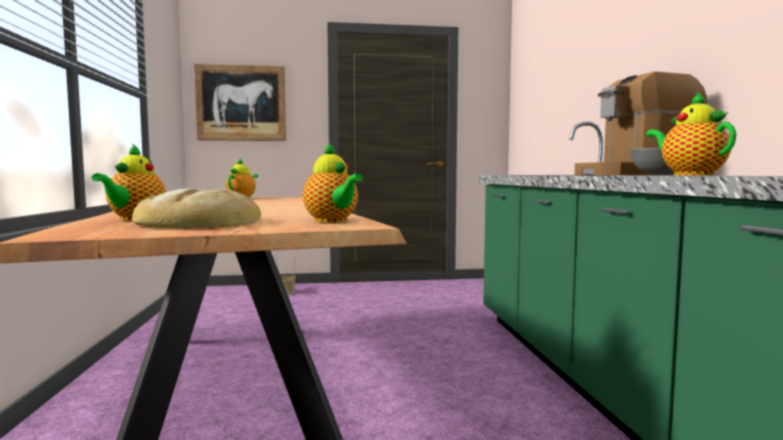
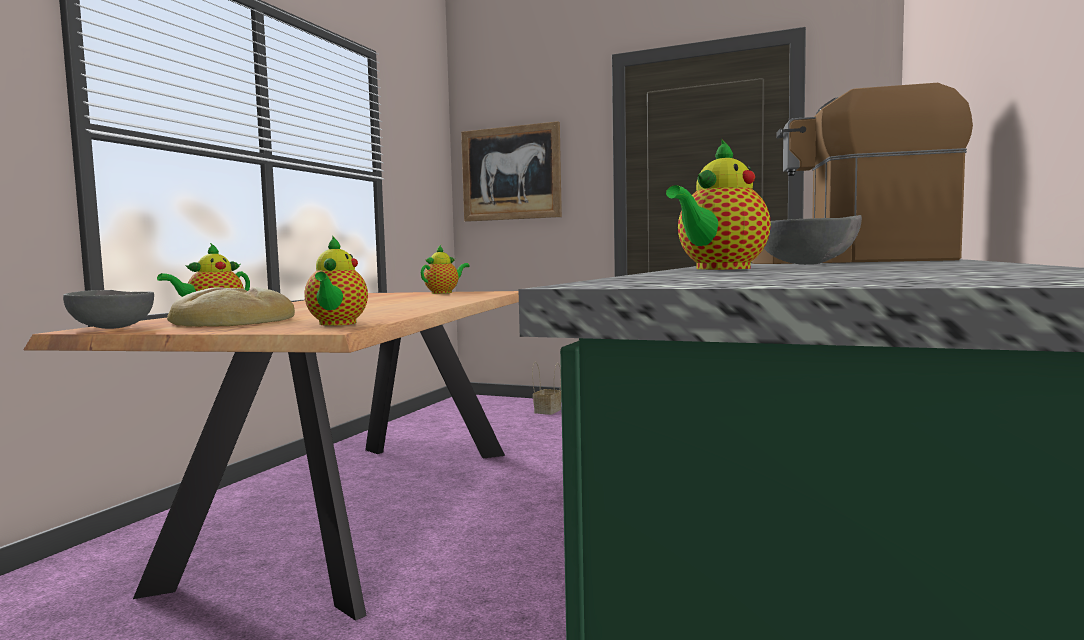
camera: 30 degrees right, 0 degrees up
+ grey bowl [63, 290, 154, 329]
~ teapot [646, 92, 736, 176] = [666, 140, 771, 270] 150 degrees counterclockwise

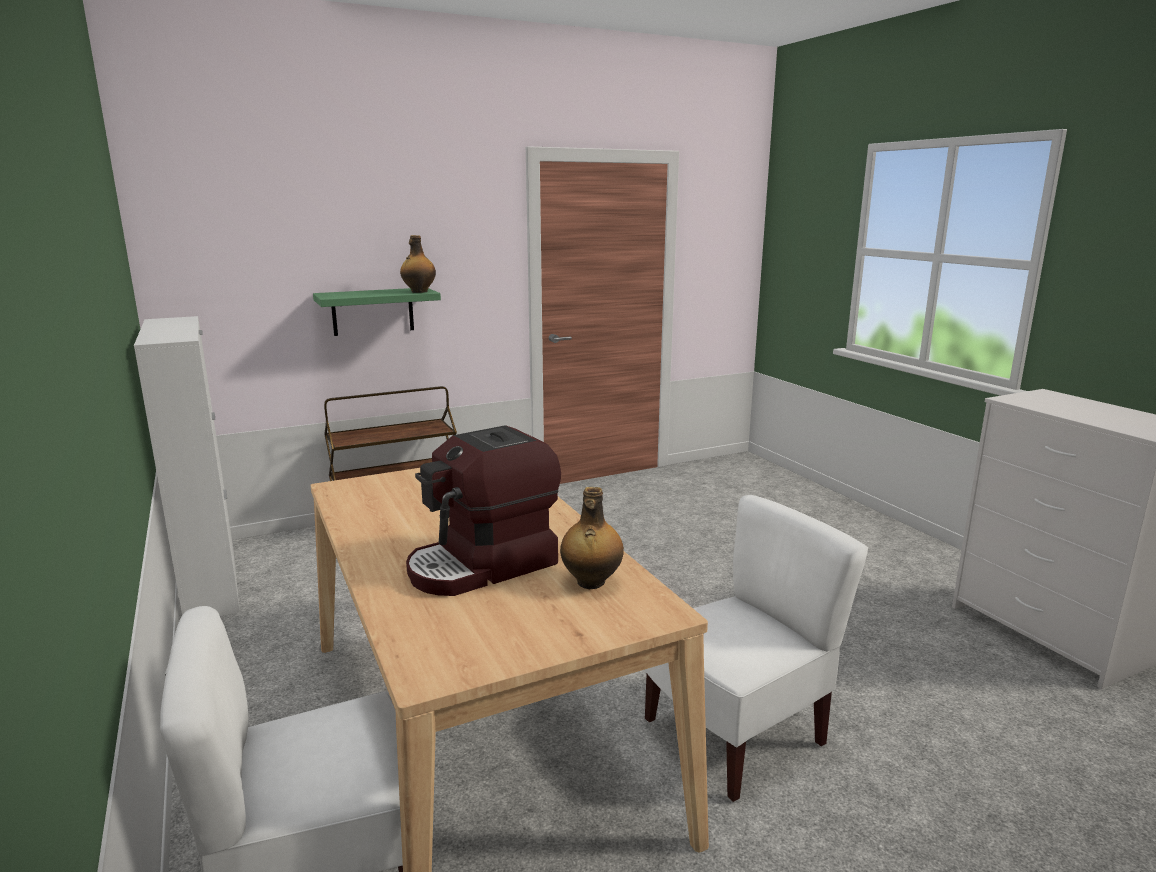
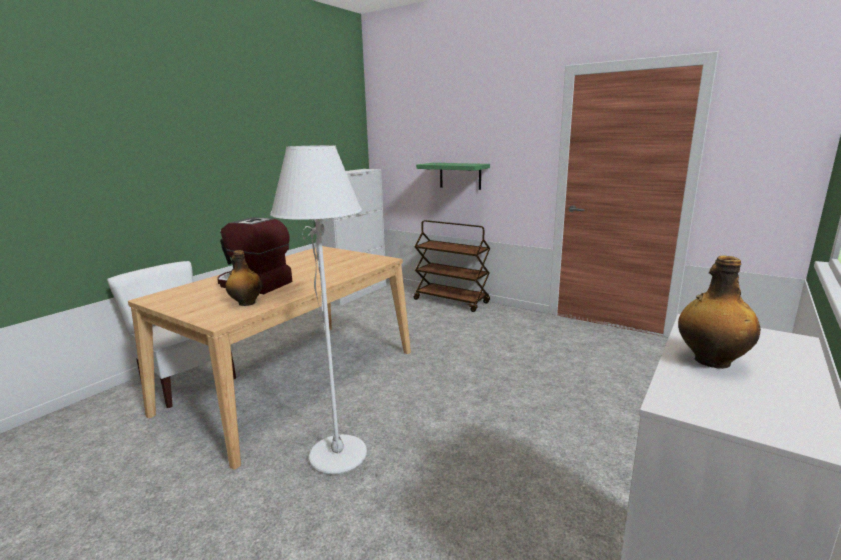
camera: 60 degrees right, 0 degrees up
~ bottle [400, 235, 436, 293] to [678, 255, 761, 369]
~ white chair [645, 495, 868, 802] to white floor lamp [270, 145, 367, 475]

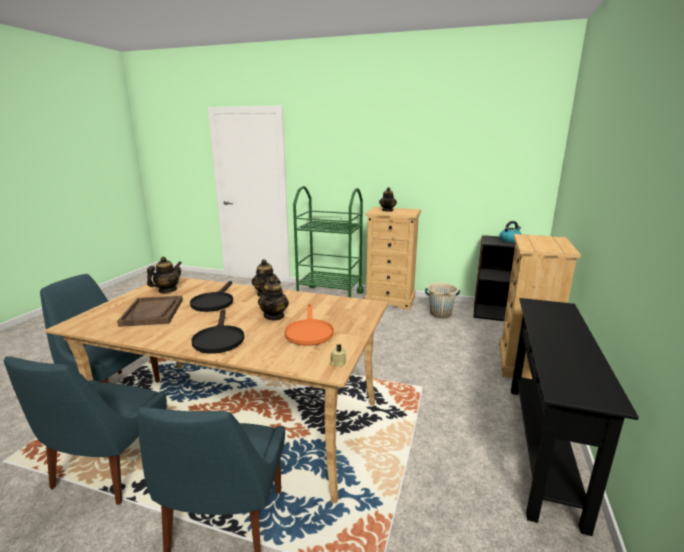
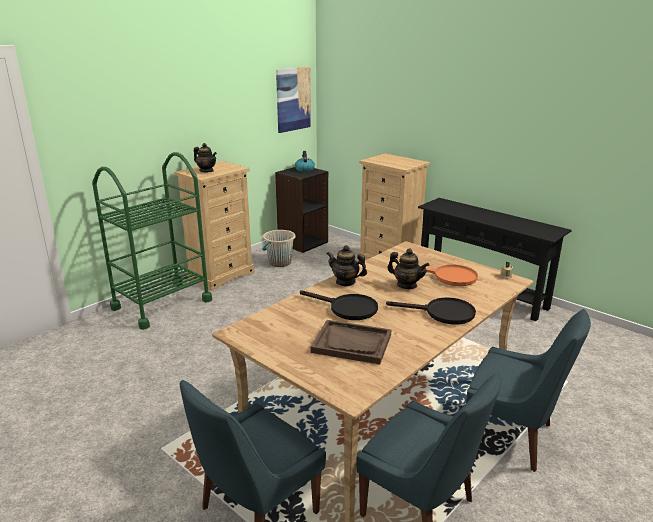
camera: 65 degrees left, 5 degrees up
- teapot [147, 256, 182, 293]
+ picture [276, 66, 311, 133]

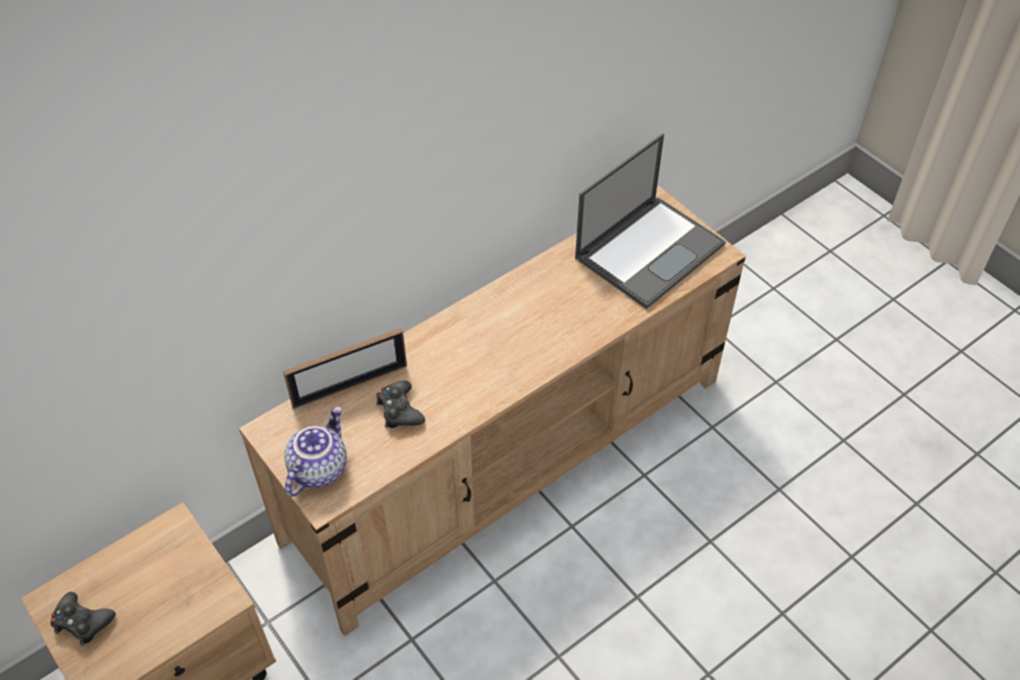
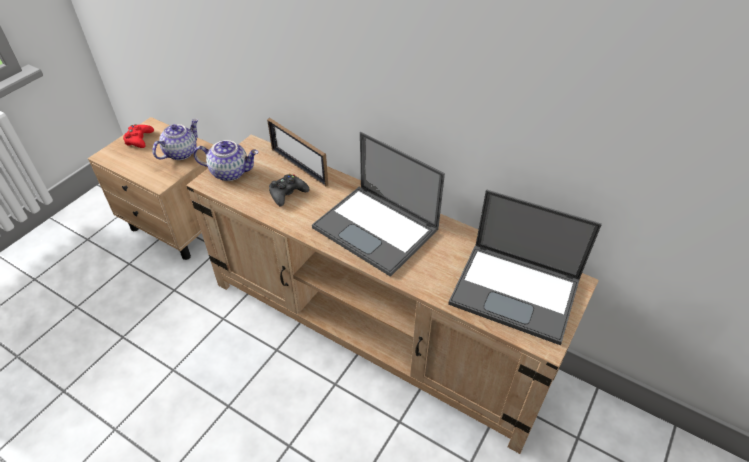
camera: 70 degrees right, 5 degrees down
+ teapot [152, 119, 198, 160]
+ laptop [312, 132, 445, 277]
~ black game controller [50, 592, 116, 646] to red game controller [123, 124, 154, 148]

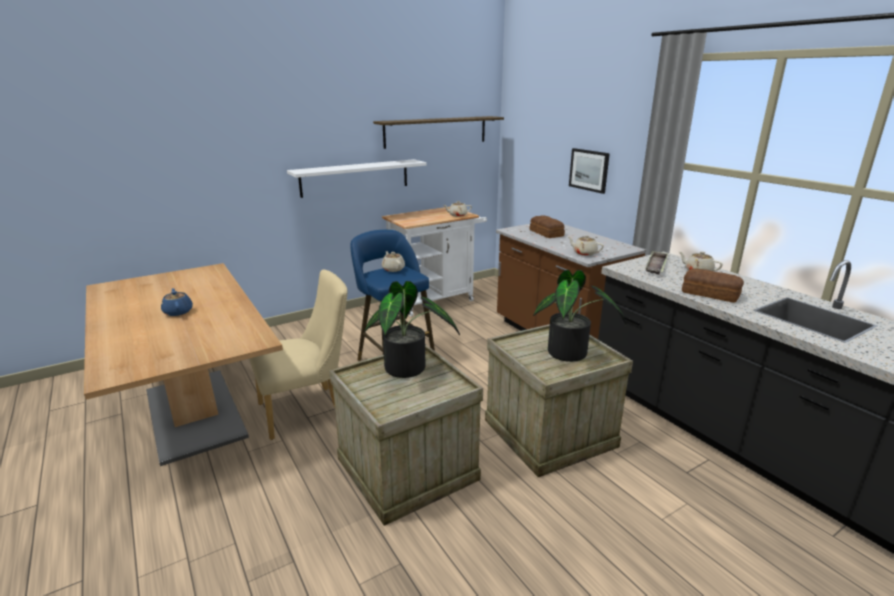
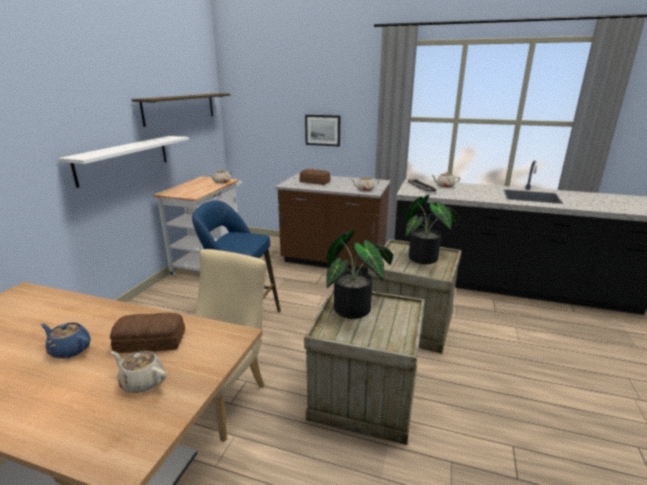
camera: 40 degrees left, 0 degrees up
~ beige teapot [382, 251, 405, 272] to [111, 351, 166, 393]
~ bread [682, 268, 744, 303] to [110, 313, 185, 353]

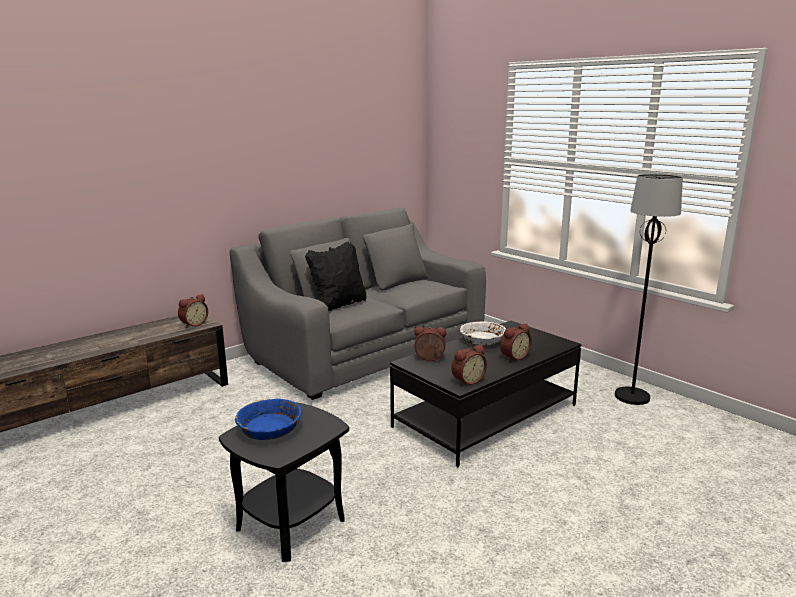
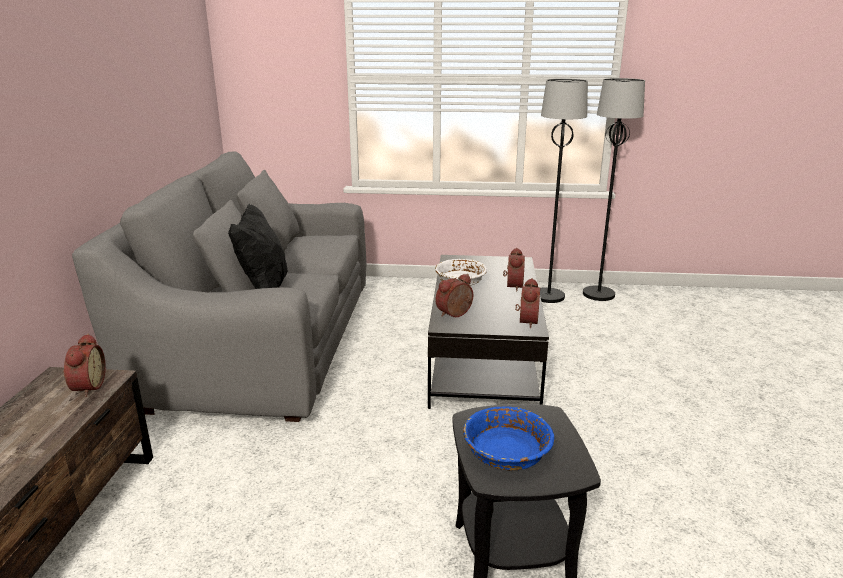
camera: 45 degrees left, 5 degrees up
+ black floor lamp [583, 78, 645, 301]

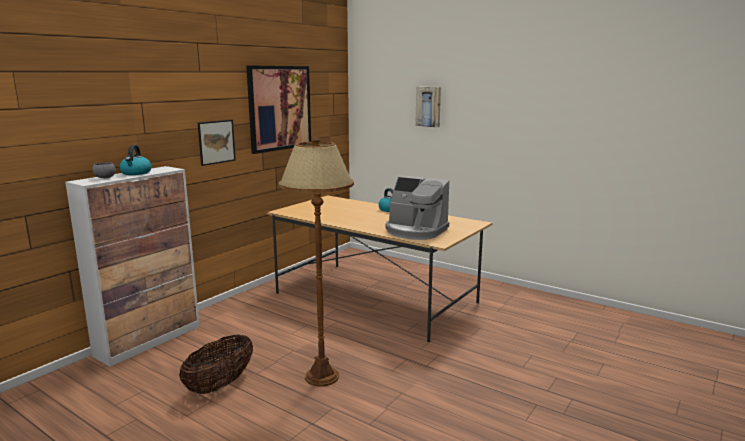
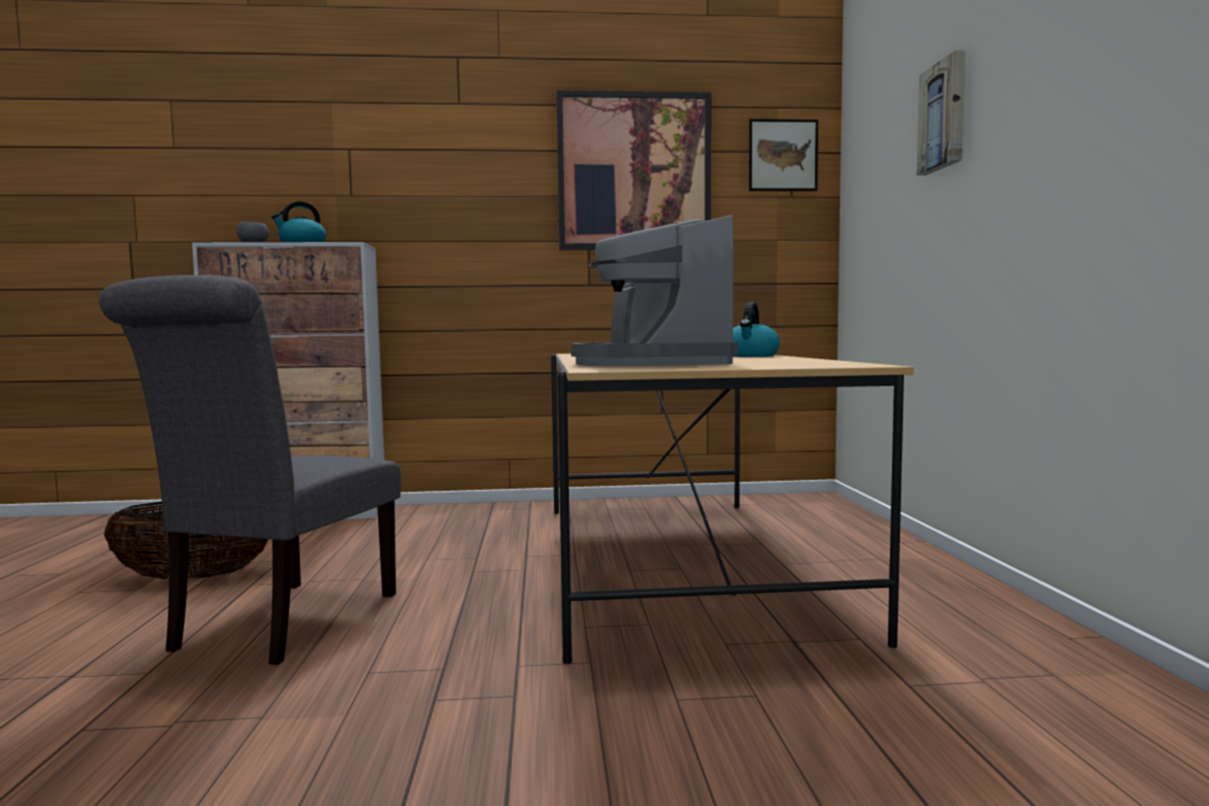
camera: 50 degrees right, 10 degrees down
~ picture [198, 120, 236, 166] to [749, 119, 818, 191]
~ brown floor lamp [279, 137, 354, 386] to grey chair [99, 275, 401, 665]

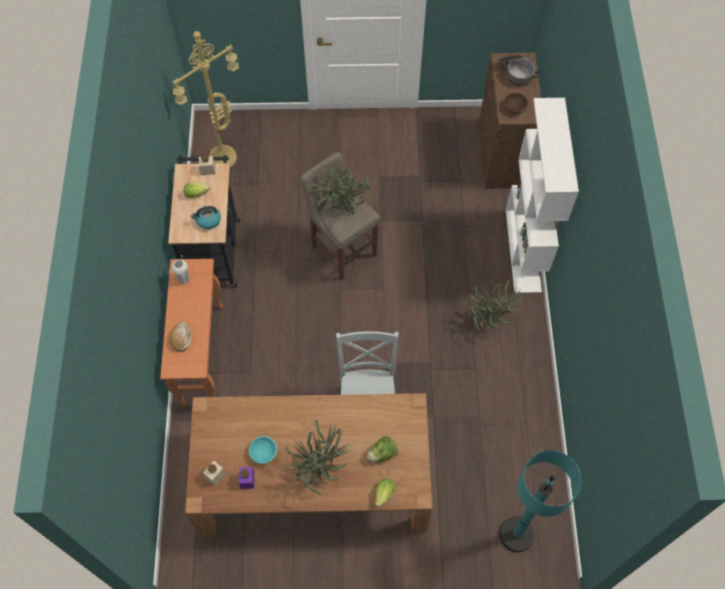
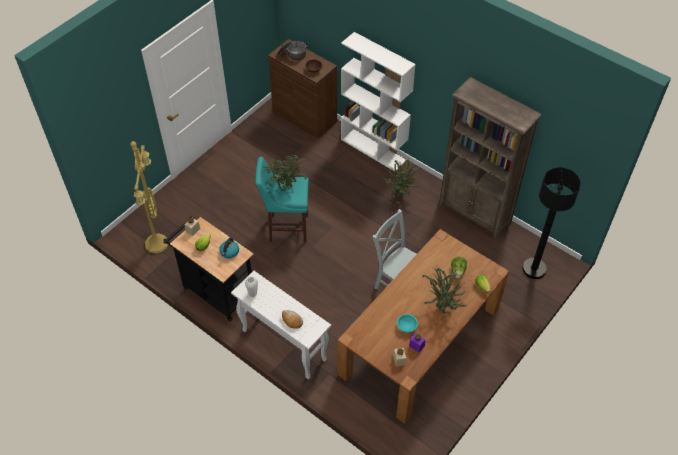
camera: 50 degrees left, 10 degrees down
+ brown bookcase [439, 77, 542, 239]
~ orange console table [160, 259, 223, 407] to white console table [231, 271, 331, 379]
~ beige stool [301, 152, 381, 280] to turquoise stool [255, 157, 309, 243]
~ turquoise floor lamp [499, 450, 582, 552] to black floor lamp [522, 167, 581, 279]

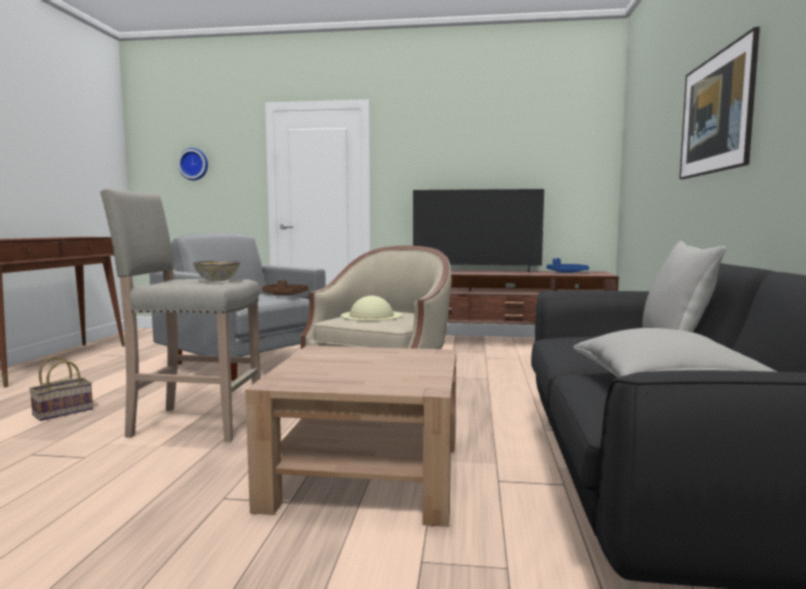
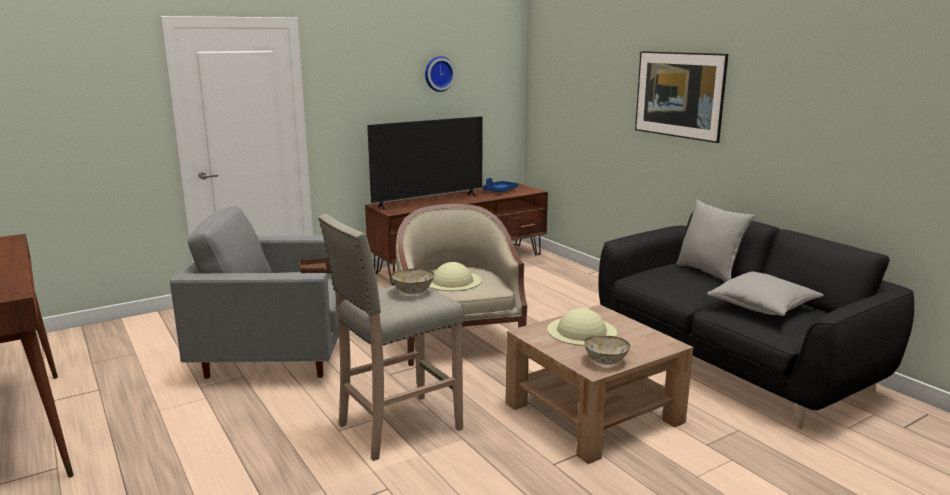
camera: 40 degrees left, 10 degrees up
- basket [29, 357, 93, 421]
+ beige hat [547, 308, 617, 346]
+ bowl [584, 336, 630, 365]
~ wall clock [178, 148, 208, 180] to [425, 56, 455, 92]

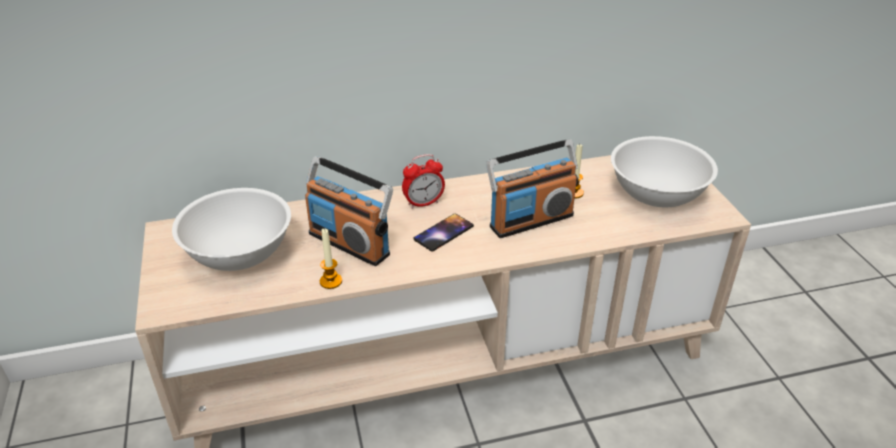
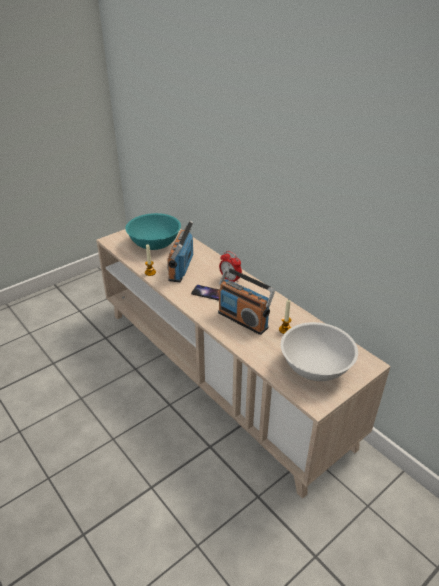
camera: 65 degrees right, 0 degrees up
~ white bowl [172, 188, 291, 271] to turquoise bowl [125, 213, 181, 250]

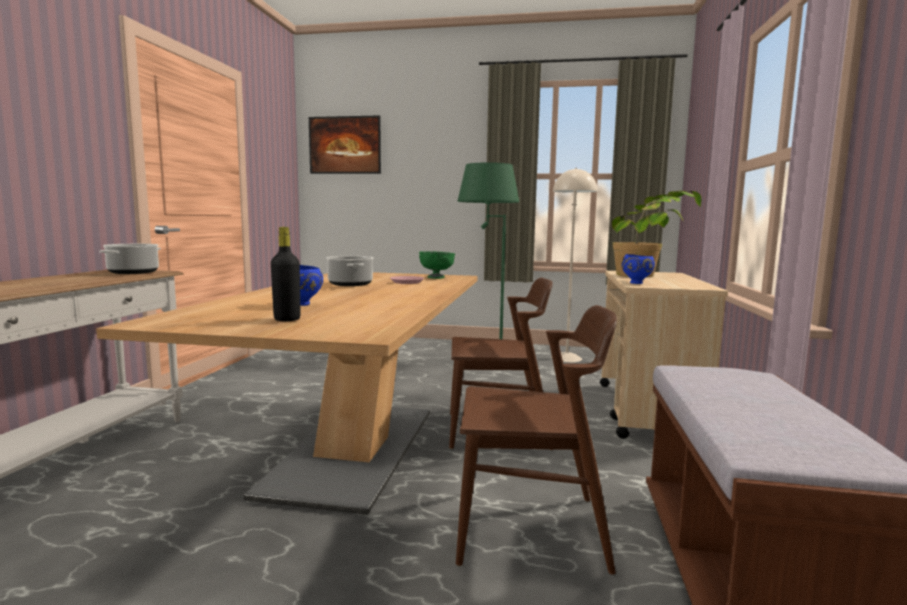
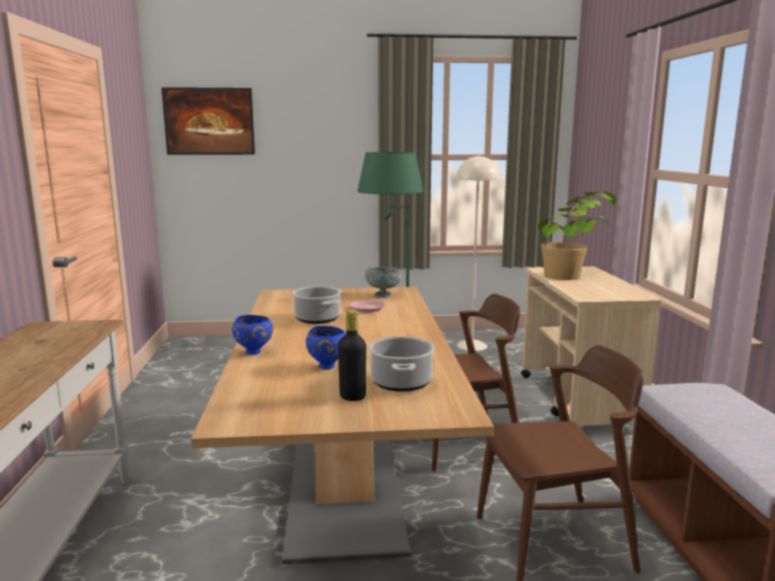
camera: 15 degrees left, 5 degrees up
~ cooking pot [99, 244, 161, 274] to [368, 336, 435, 392]
~ blue bowl [622, 254, 655, 284] to [232, 315, 273, 355]
~ green bowl [419, 251, 455, 279] to grey bowl [365, 267, 402, 298]

